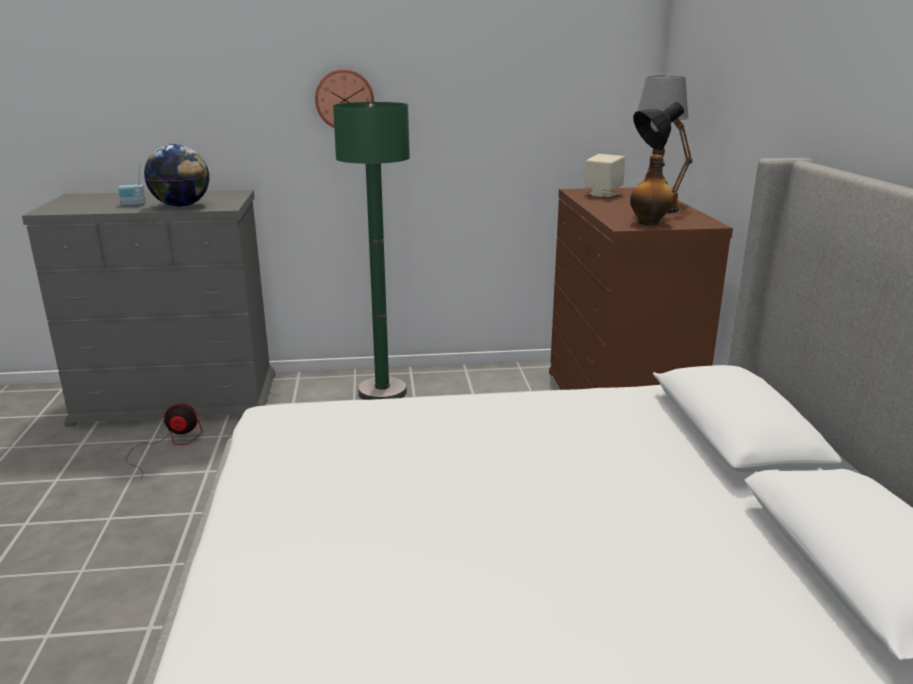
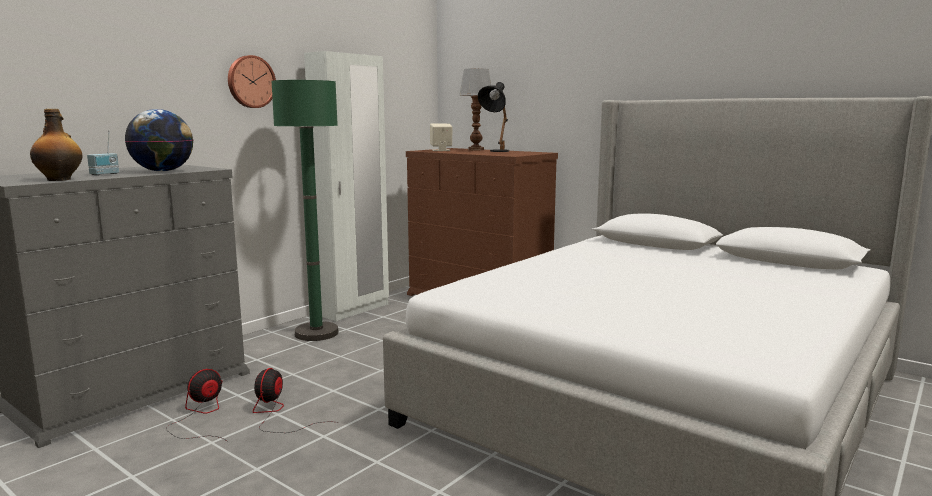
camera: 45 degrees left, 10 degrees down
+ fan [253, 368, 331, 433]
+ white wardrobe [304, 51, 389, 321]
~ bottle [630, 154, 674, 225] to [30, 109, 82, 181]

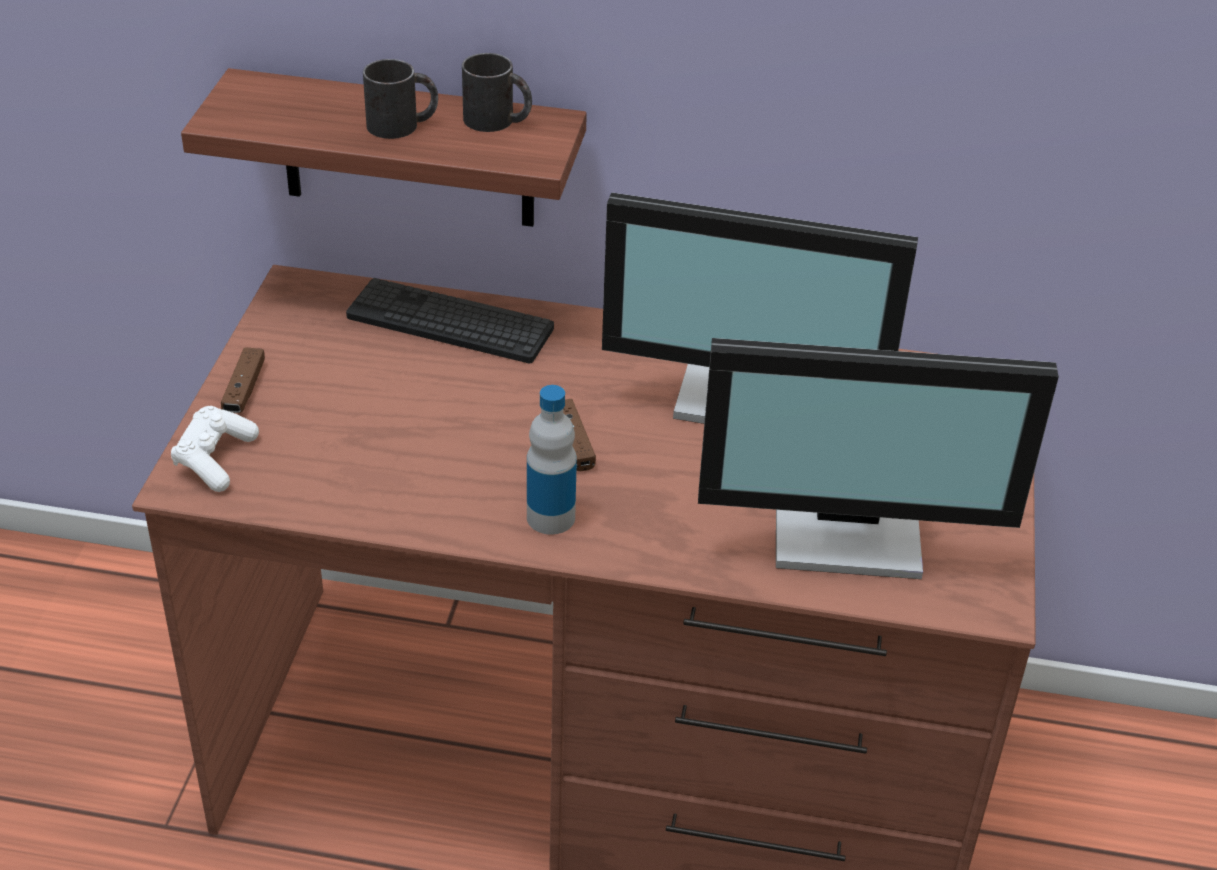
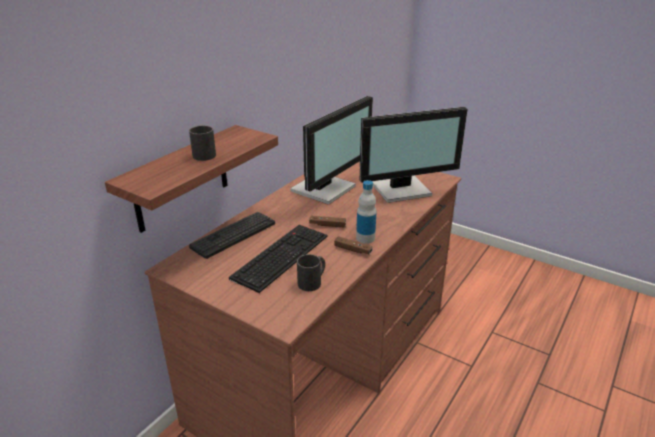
camera: 65 degrees left, 10 degrees down
- white game controller [171, 406, 259, 492]
+ keyboard [229, 224, 327, 293]
~ brown game controller [221, 347, 265, 413] to [334, 236, 373, 254]
~ black mug [462, 53, 532, 132] to [297, 254, 325, 291]
~ monitor [698, 338, 1059, 579] = [360, 107, 468, 203] 45 degrees clockwise

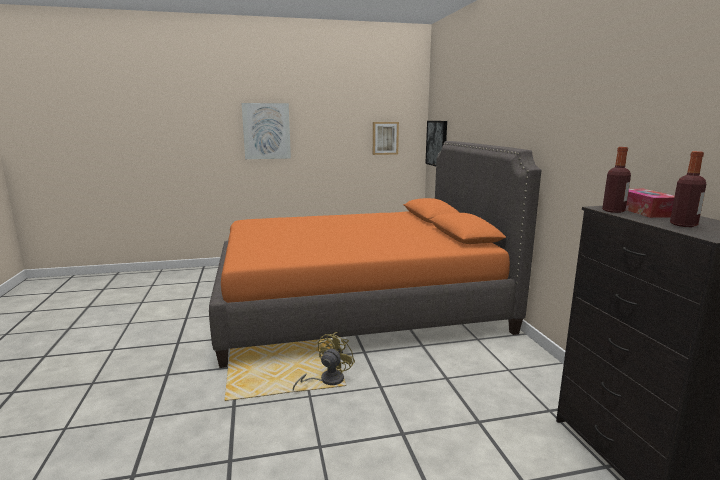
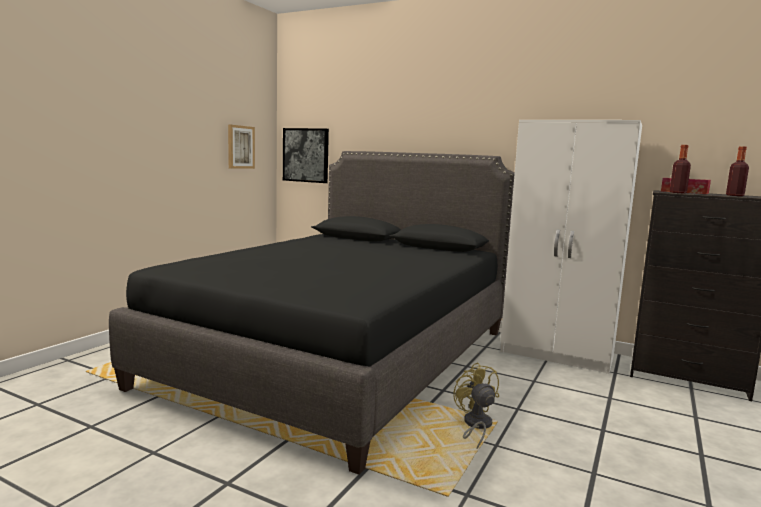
camera: 50 degrees left, 5 degrees down
- picture [242, 103, 291, 159]
+ white wardrobe [500, 120, 642, 374]
~ orange bed [209, 141, 542, 368] to black bed [109, 151, 515, 475]

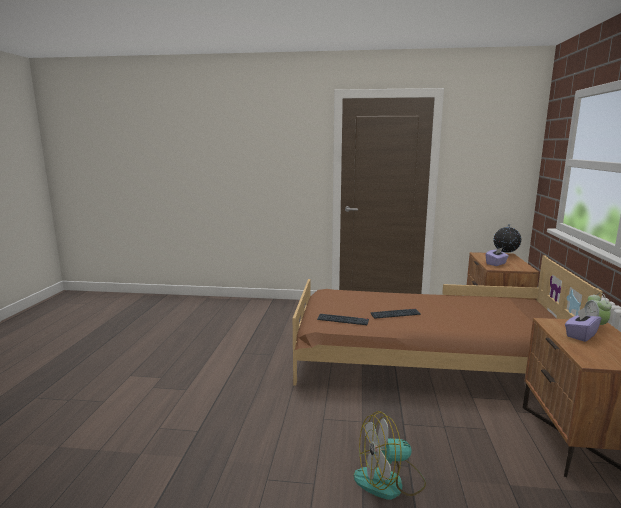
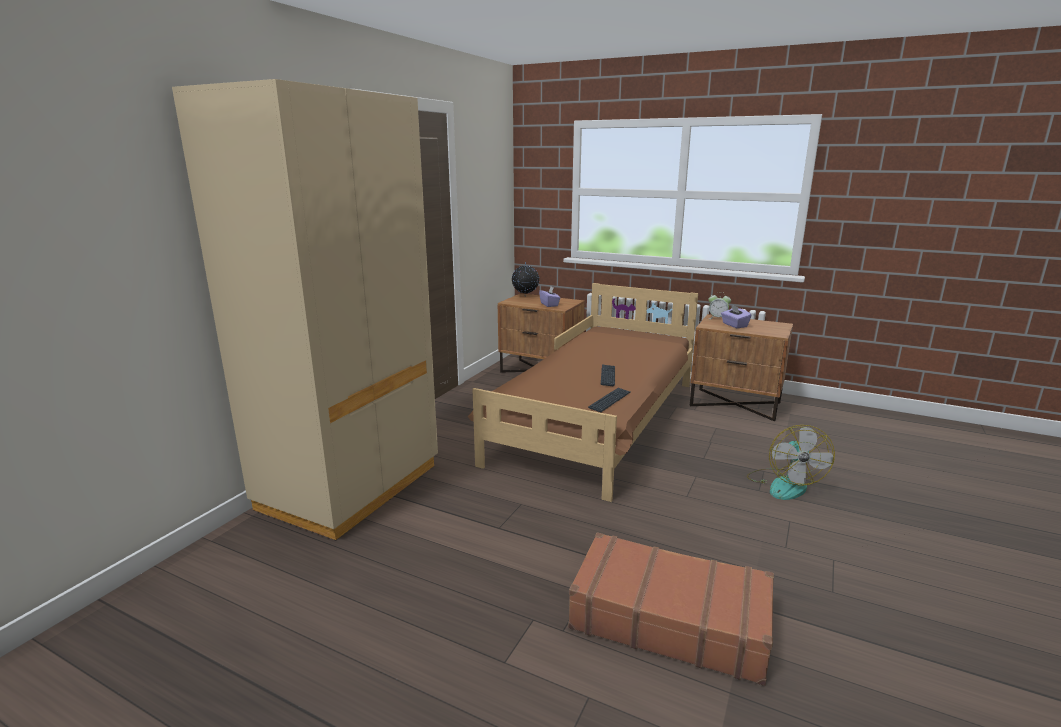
camera: 70 degrees left, 5 degrees up
+ beige wardrobe [172, 79, 438, 541]
+ brown suitcase [568, 532, 774, 686]

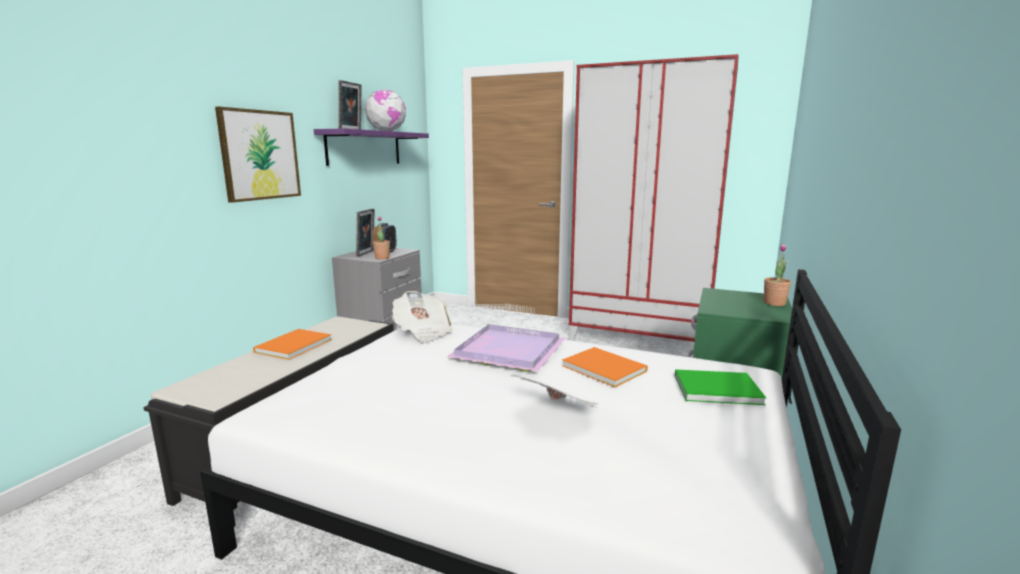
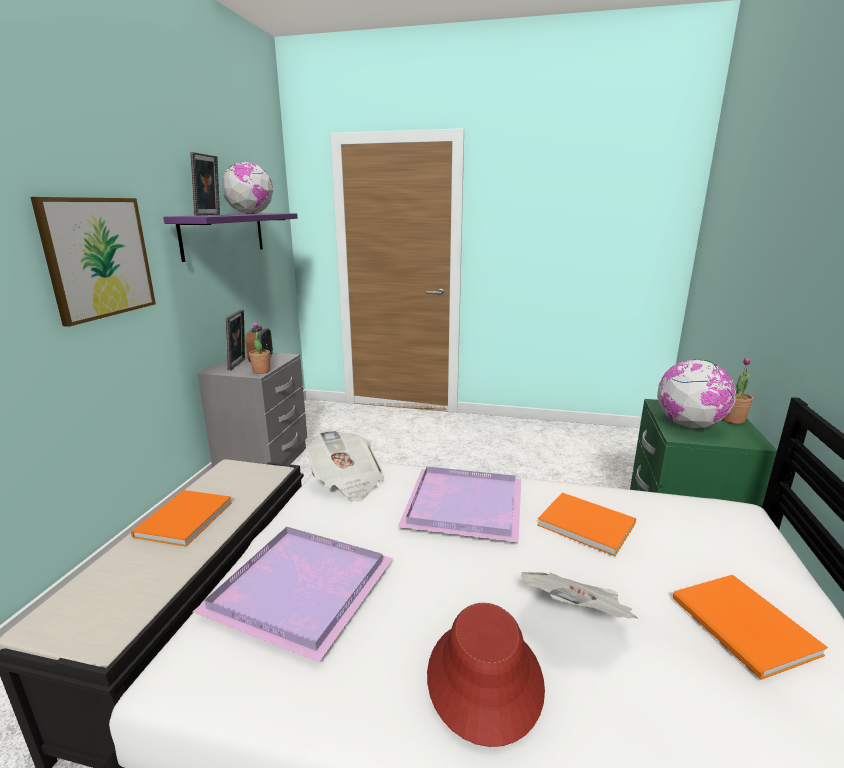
camera: 10 degrees left, 5 degrees up
- red wardrobe [569, 54, 739, 342]
- green book [675, 369, 766, 405]
+ purple tray [193, 527, 393, 662]
+ red hat [427, 603, 545, 747]
+ globe [657, 360, 736, 428]
+ orange book [673, 575, 828, 680]

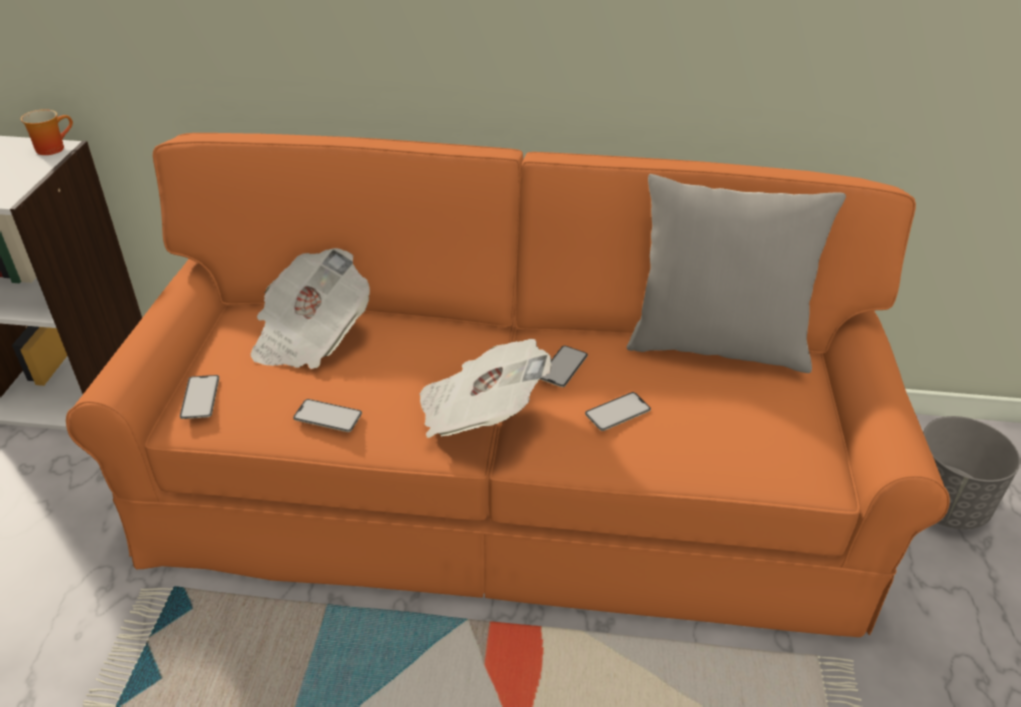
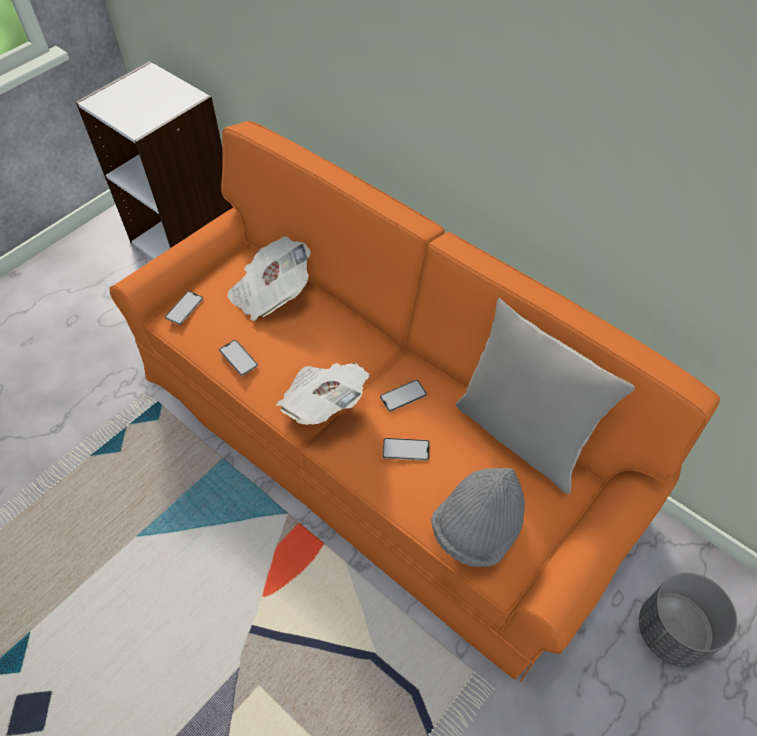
camera: 35 degrees right, 15 degrees up
- mug [21, 109, 73, 155]
+ grey hat [431, 468, 525, 567]

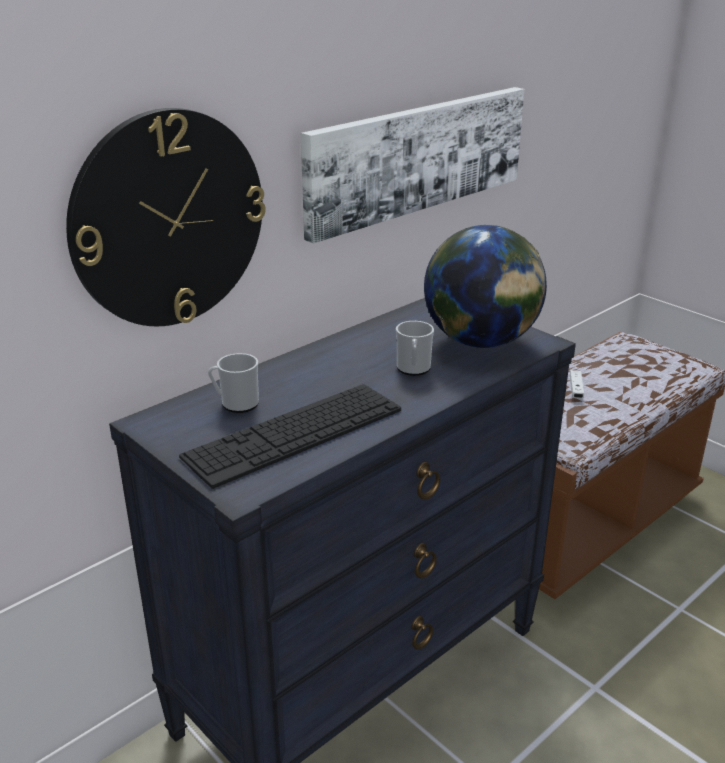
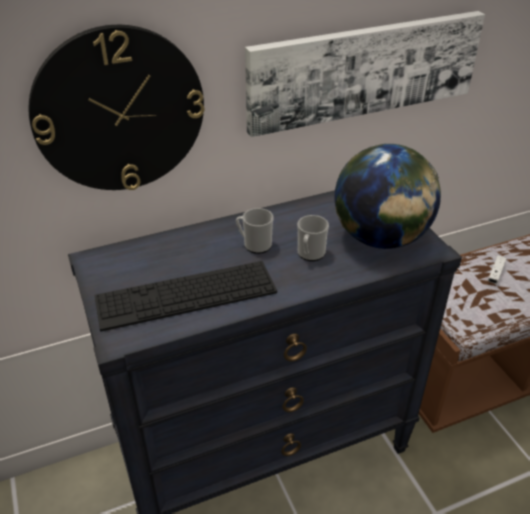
camera: 20 degrees right, 10 degrees up
~ mug [208, 353, 259, 413] to [236, 208, 273, 254]

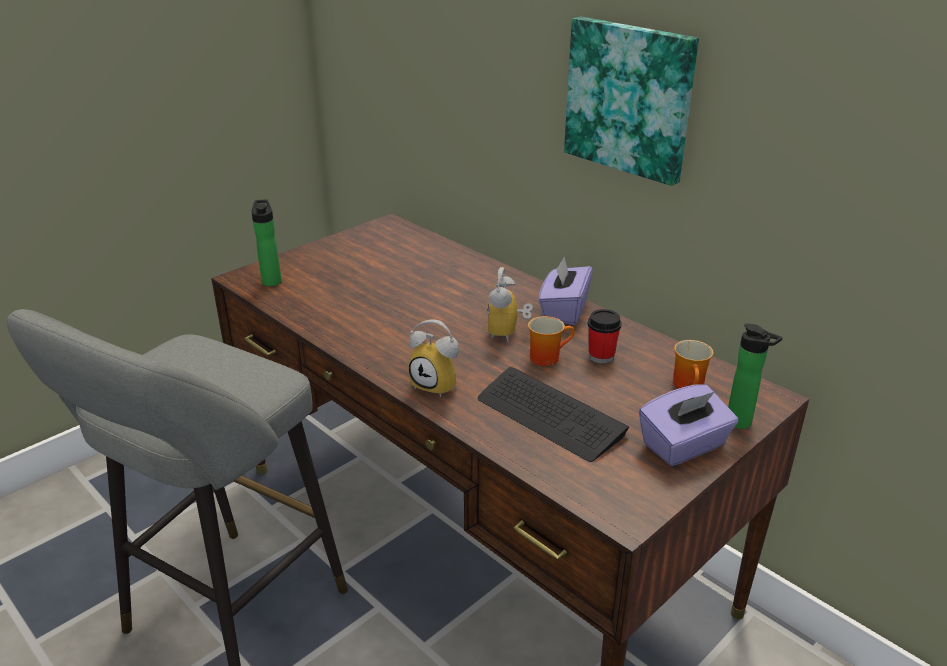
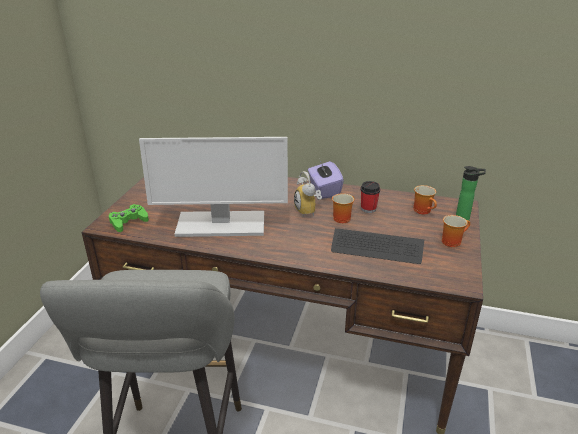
camera: 30 degrees left, 0 degrees up
- alarm clock [408, 319, 459, 398]
- picture [564, 17, 699, 186]
+ monitor [139, 137, 288, 237]
~ bottle [251, 199, 282, 287] to green game controller [109, 204, 149, 232]
~ purple tissue box [639, 384, 738, 466] to mug [442, 215, 470, 247]

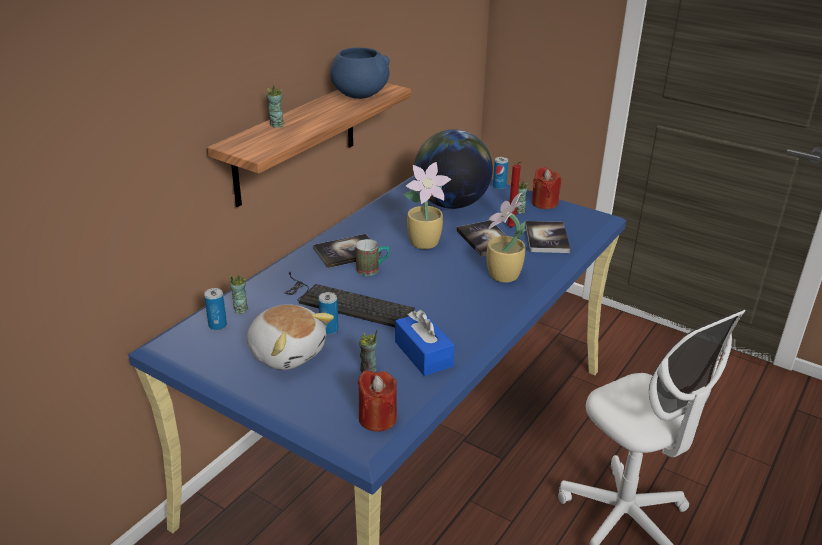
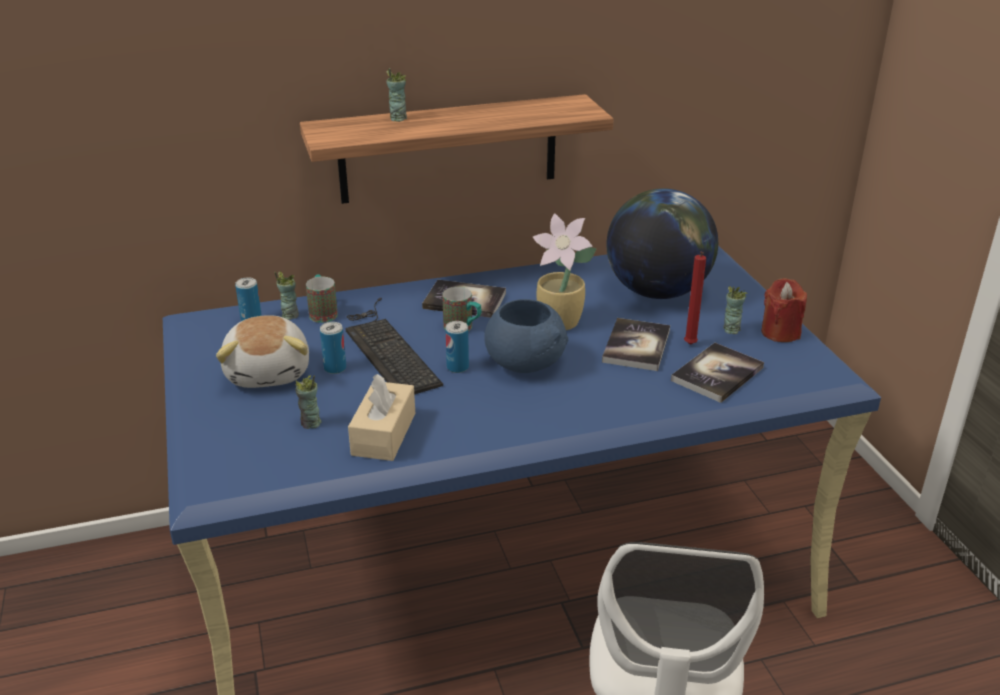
camera: 40 degrees right, 0 degrees up
- red candle [357, 371, 397, 432]
- potted plant [486, 193, 525, 283]
+ mug [306, 275, 338, 323]
~ blue bowl [330, 48, 390, 99] to [484, 299, 568, 373]
~ can [493, 157, 508, 189] to [445, 321, 469, 373]
~ blue tissue box [395, 310, 455, 376] to beige tissue box [348, 374, 415, 461]

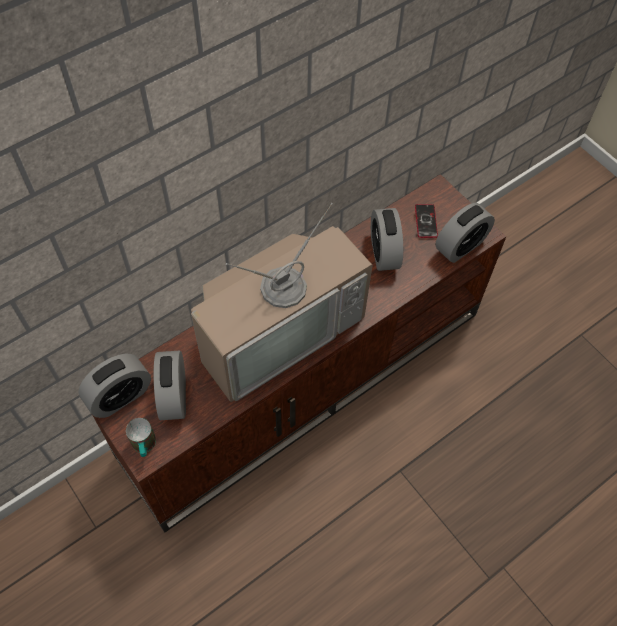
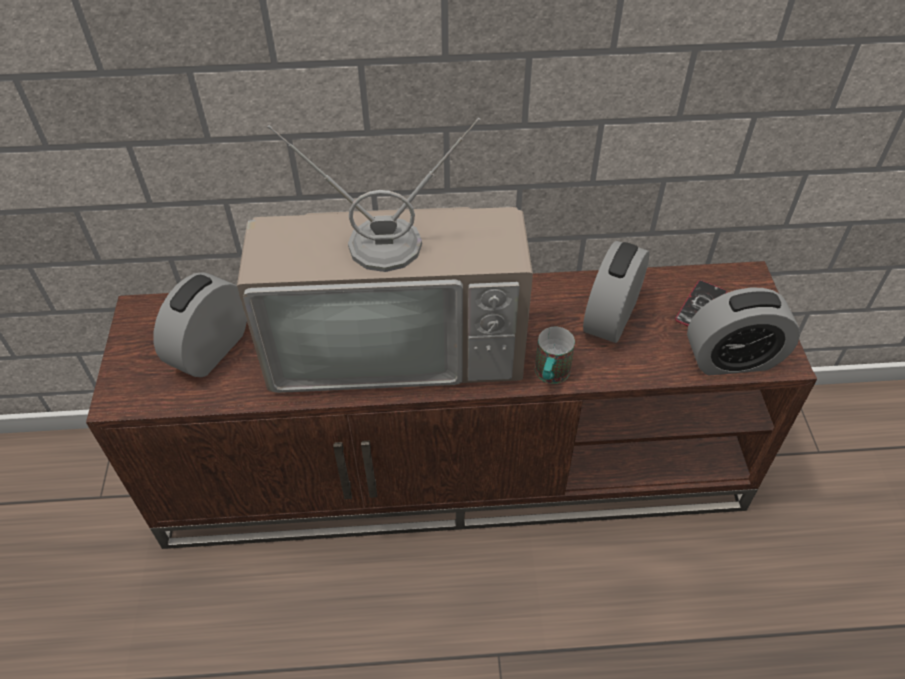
camera: 35 degrees right, 10 degrees down
- alarm clock [78, 354, 151, 418]
~ mug [126, 418, 156, 457] to [535, 327, 575, 384]

